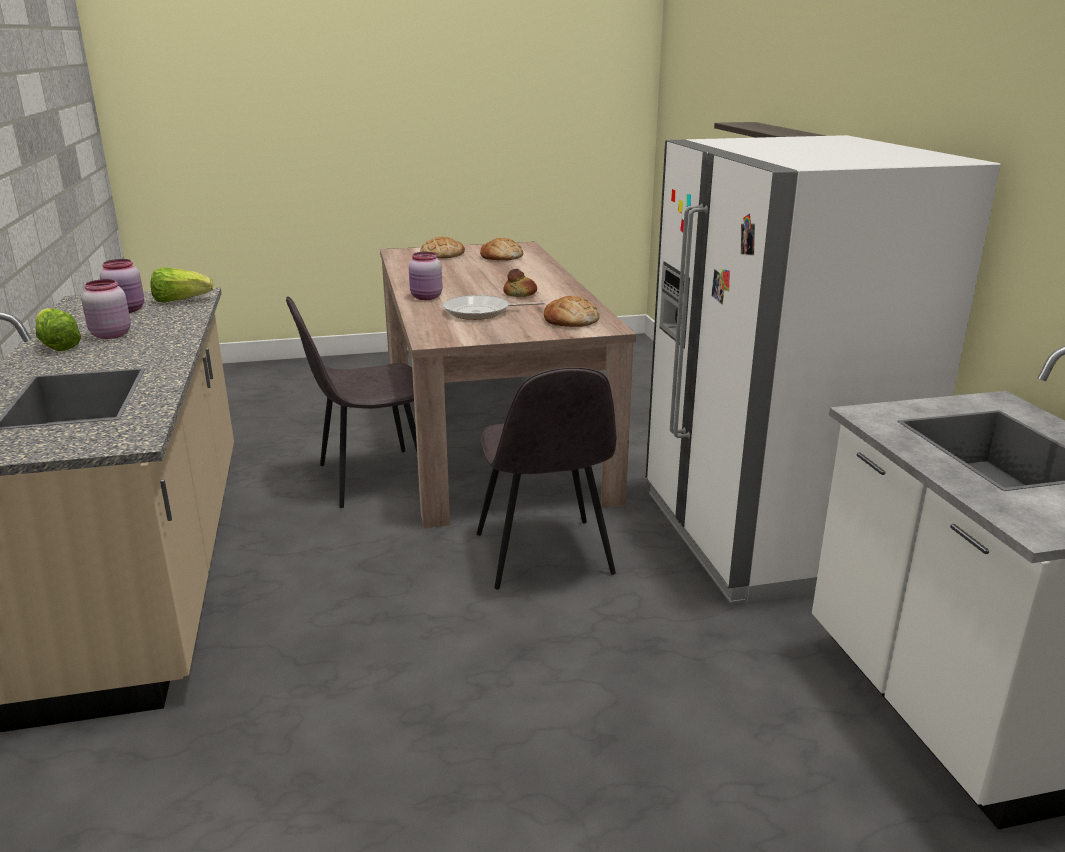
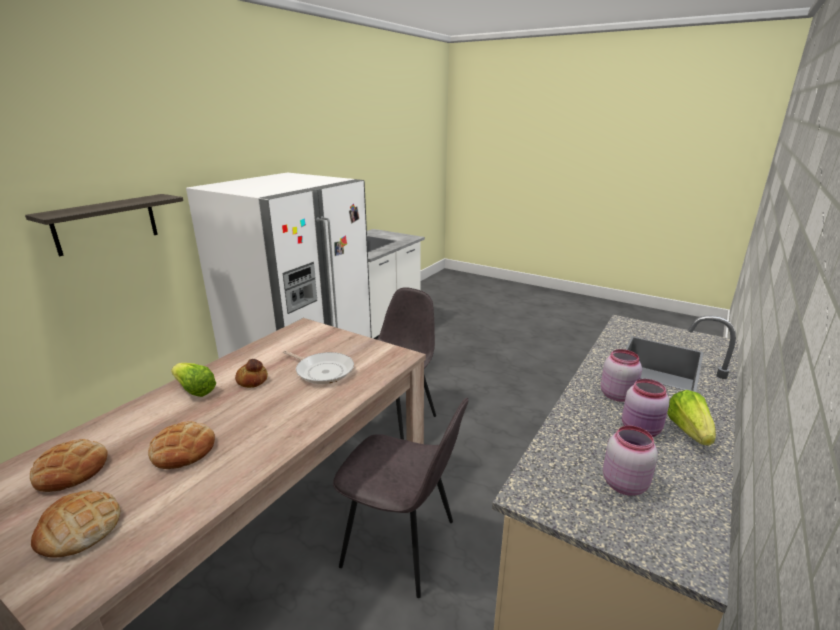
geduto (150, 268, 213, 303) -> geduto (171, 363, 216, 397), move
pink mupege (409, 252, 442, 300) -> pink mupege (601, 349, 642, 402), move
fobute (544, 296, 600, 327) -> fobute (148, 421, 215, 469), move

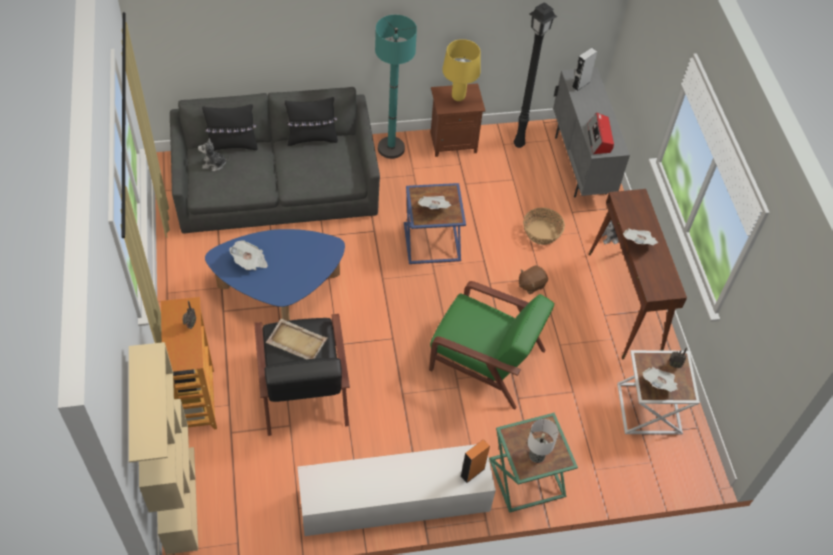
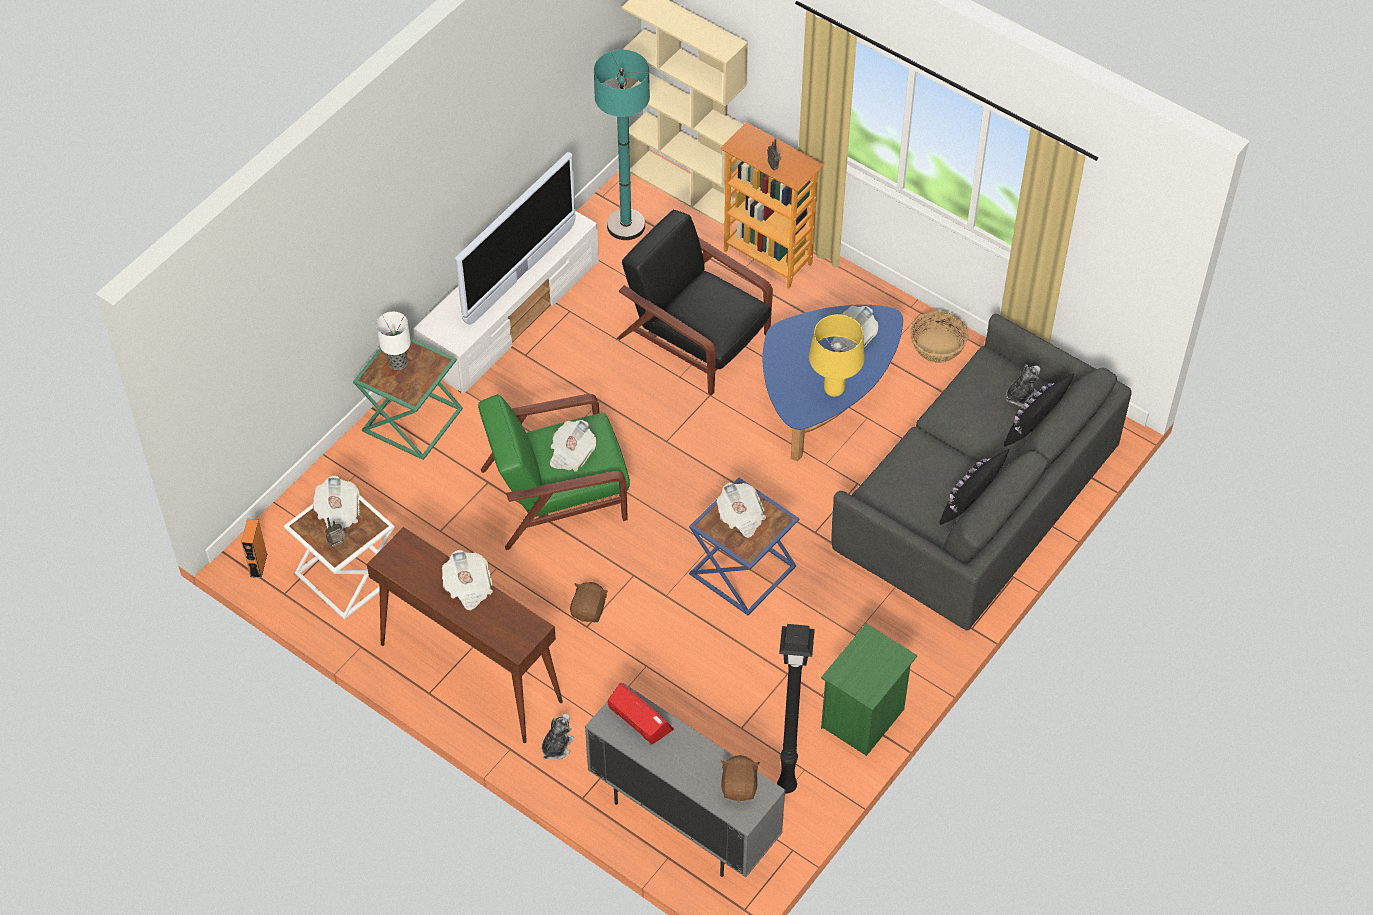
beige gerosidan (266, 319, 328, 359) -> none
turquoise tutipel (375, 15, 417, 159) -> turquoise tutipel (594, 49, 650, 240), move
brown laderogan (431, 83, 485, 157) -> green laderogan (821, 624, 917, 756)
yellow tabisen (442, 39, 481, 101) -> yellow tabisen (809, 314, 865, 397), move
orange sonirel (461, 439, 490, 483) -> orange sonirel (241, 519, 268, 578), move
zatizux (523, 208, 565, 245) -> zatizux (910, 311, 968, 363), move
grey sonirel (572, 48, 597, 91) -> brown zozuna (721, 755, 760, 802)
none -> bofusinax (455, 152, 576, 325)
none -> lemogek (550, 420, 596, 472)

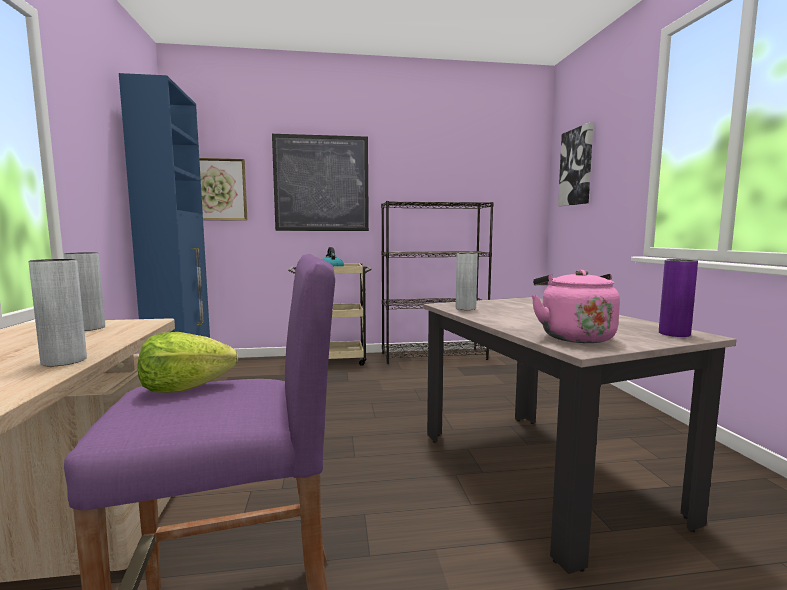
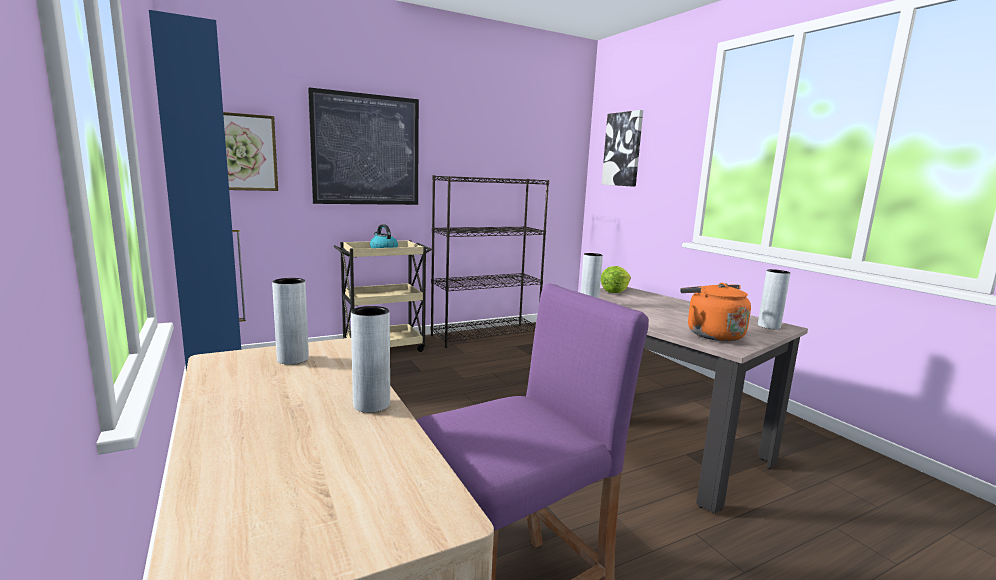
geduto (138, 332, 238, 393) -> geduto (601, 266, 631, 293), move
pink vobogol (531, 270, 620, 343) -> orange vobogol (680, 283, 751, 341)
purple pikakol (659, 259, 698, 337) -> grey pikakol (758, 269, 790, 329)

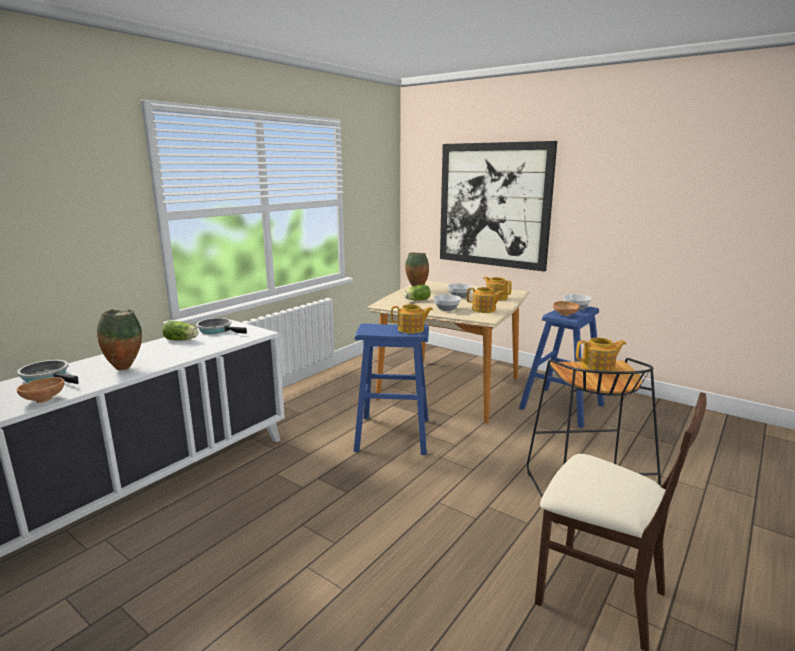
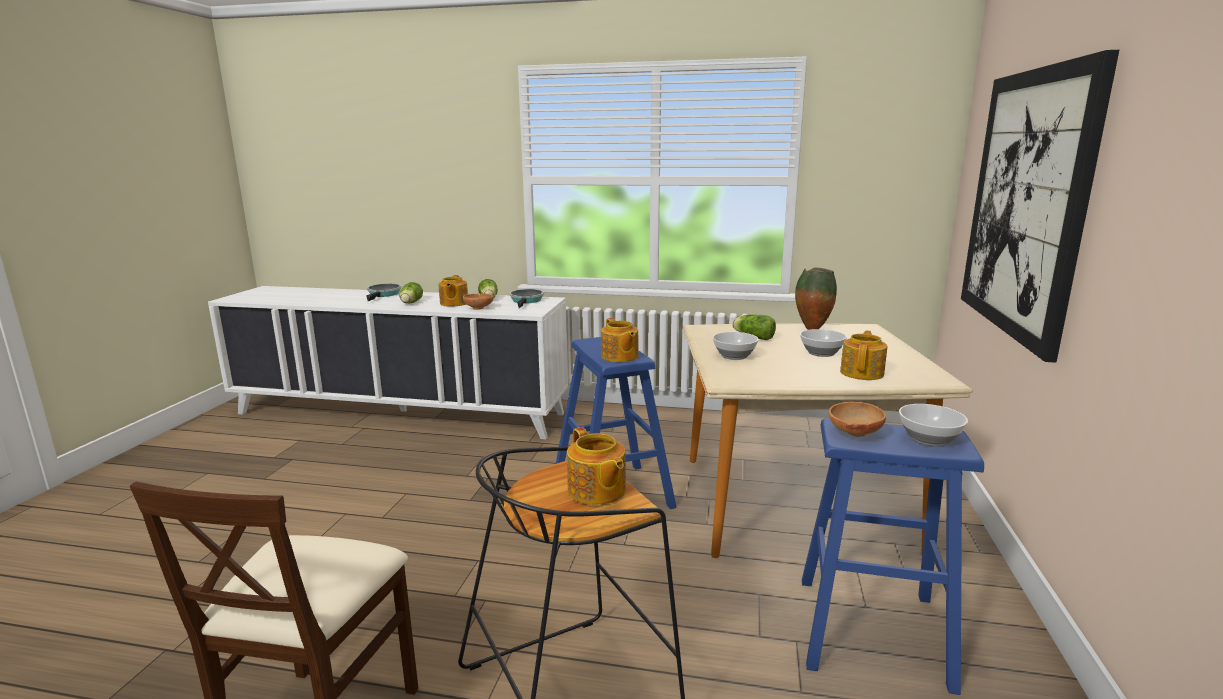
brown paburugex (17, 377, 64, 403) -> brown paburugex (463, 294, 494, 310), move
pikakol (97, 309, 142, 370) -> geduto (399, 282, 423, 304)
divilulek (467, 287, 505, 313) -> divilulek (438, 275, 468, 307), move

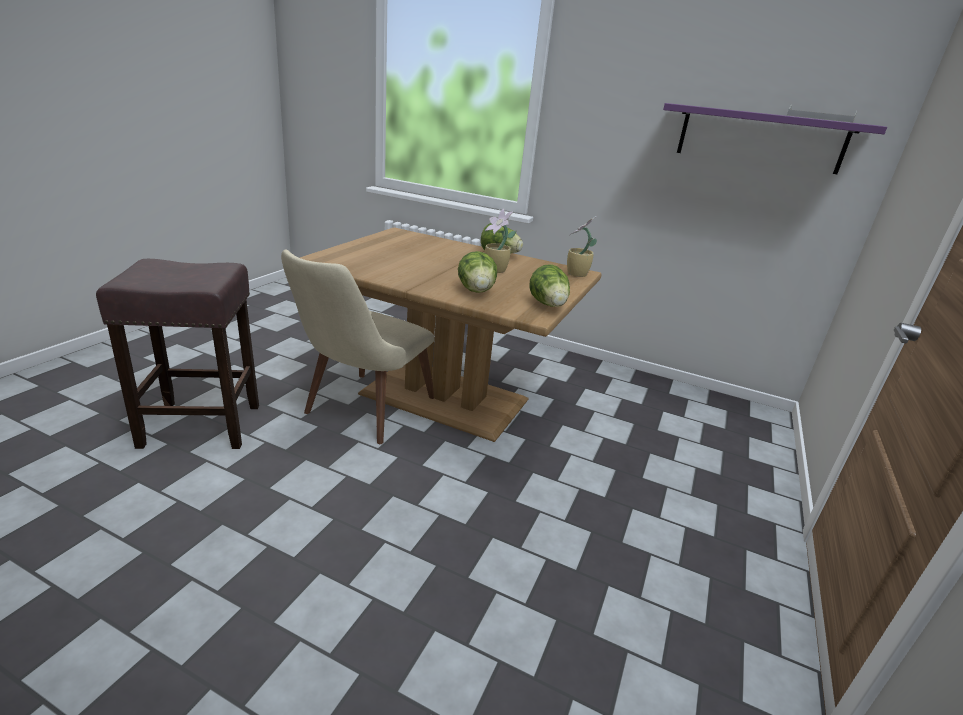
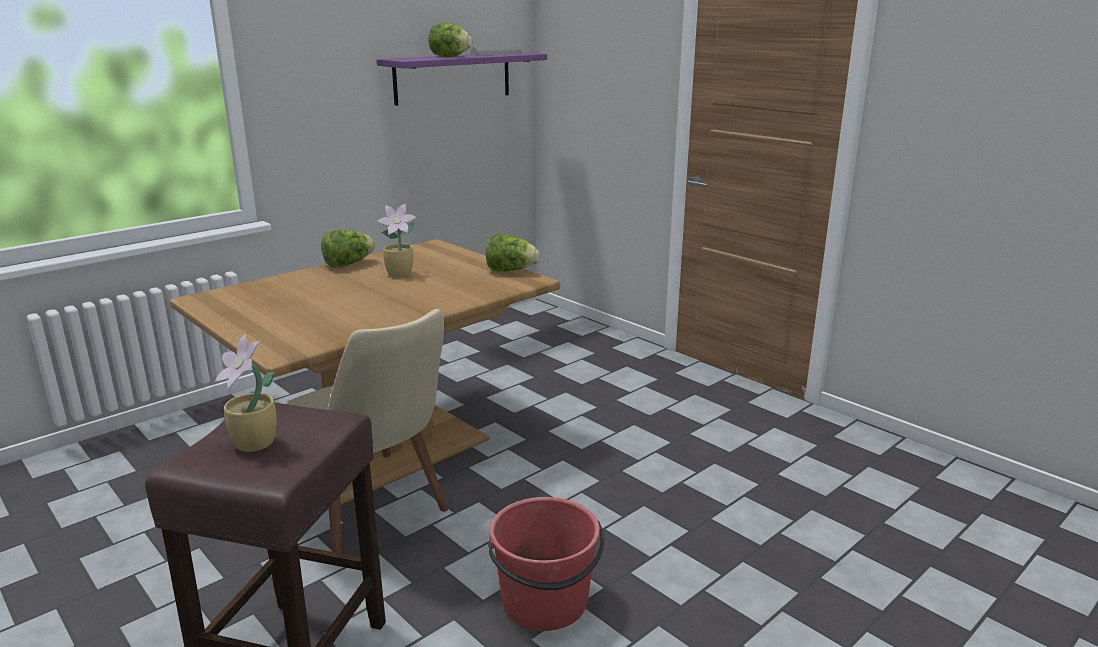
geduto (458, 251, 497, 293) -> geduto (428, 23, 472, 57), move
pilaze (567, 216, 597, 277) -> pilaze (215, 334, 276, 452), move
none -> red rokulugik (488, 497, 605, 631)

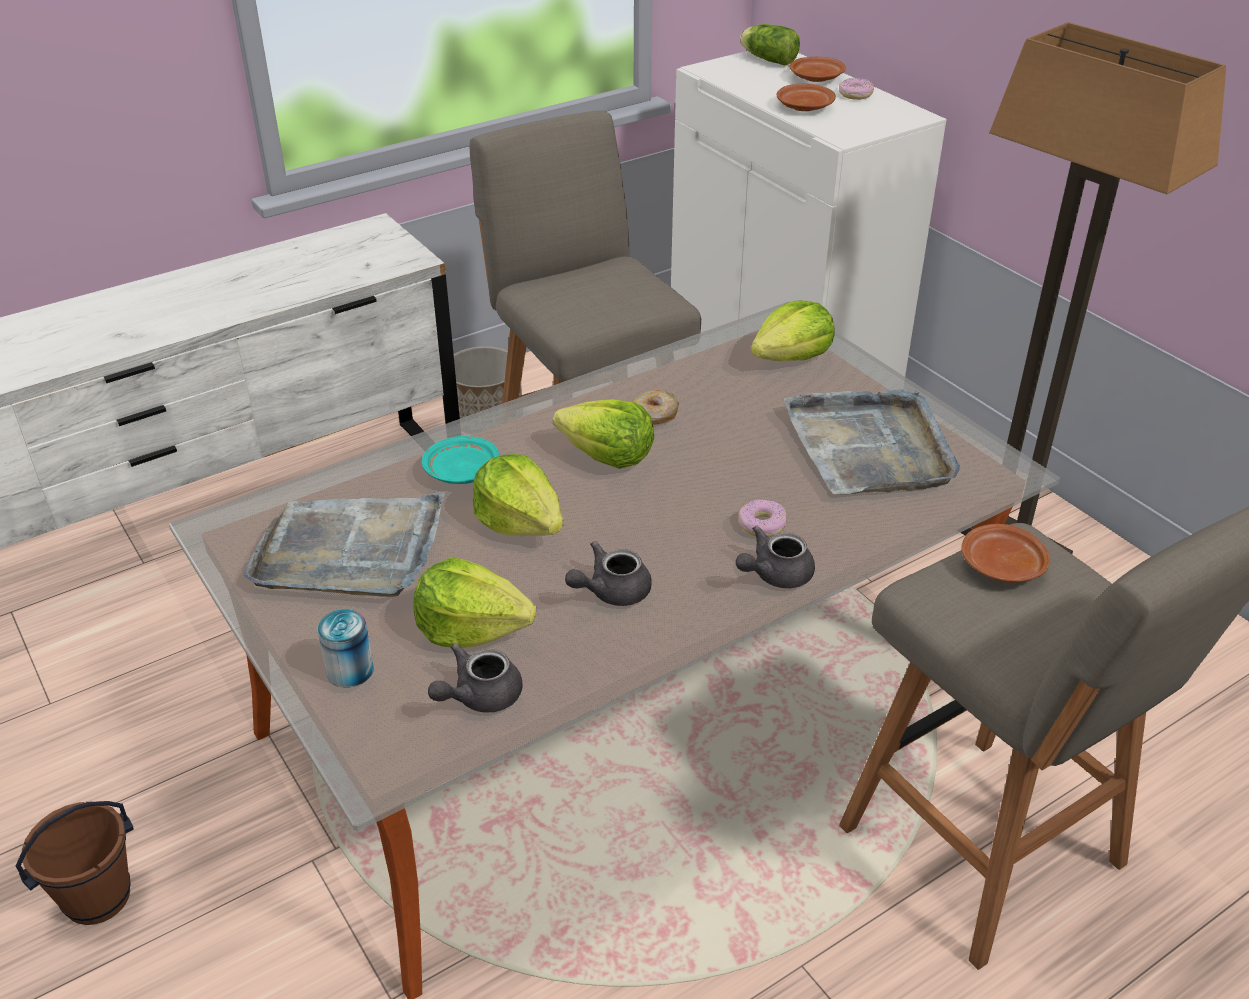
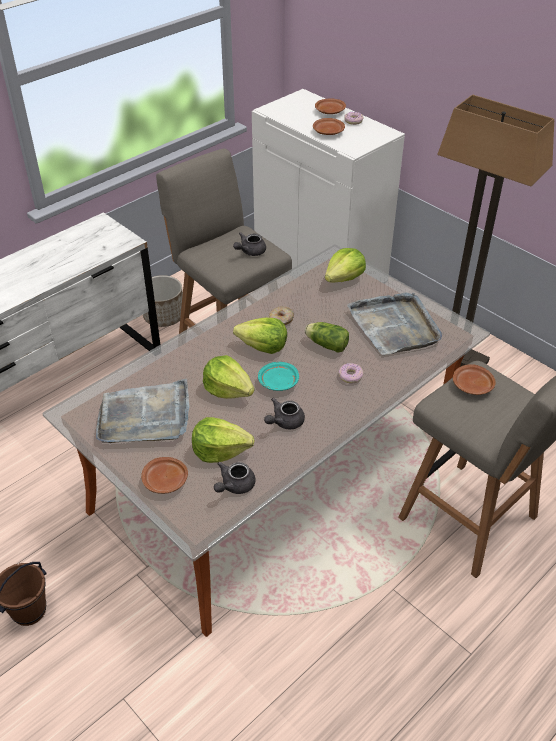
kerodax (317, 609, 374, 687) -> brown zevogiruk (141, 457, 188, 494)
turquoise zevogiruk (422, 436, 499, 484) -> turquoise zevogiruk (258, 362, 299, 391), move
grey divilulek (736, 526, 815, 588) -> grey divilulek (233, 232, 266, 256), move
geduto (740, 24, 800, 65) -> geduto (305, 322, 349, 353), move

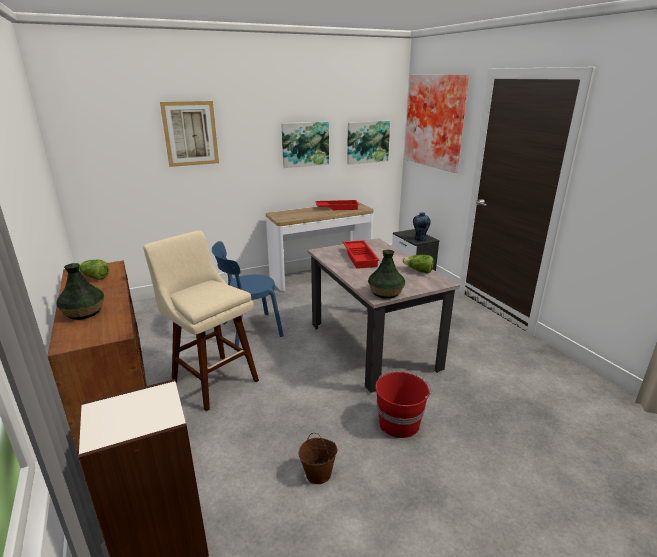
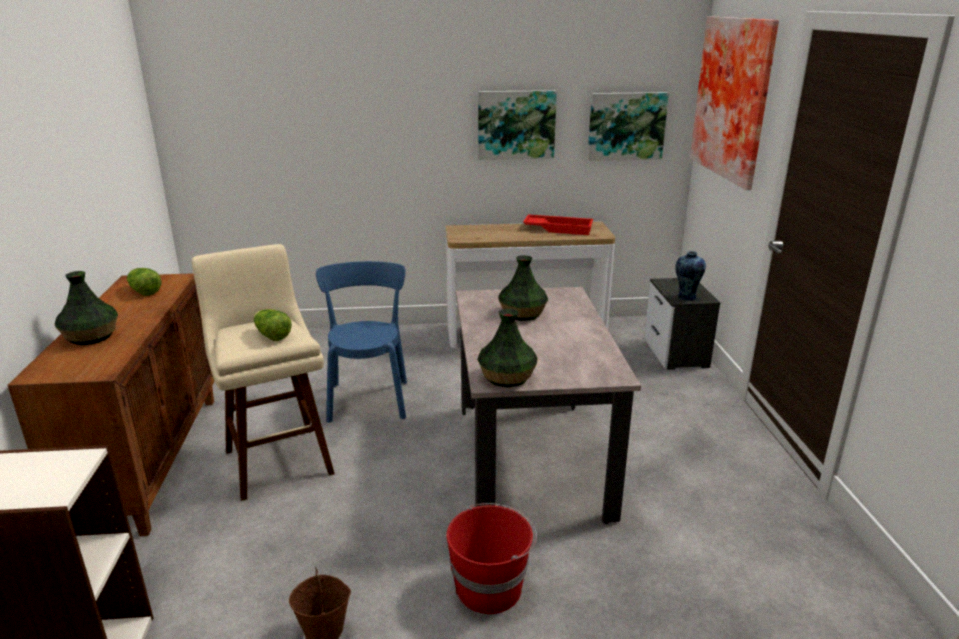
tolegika (160, 101, 219, 167) -> none
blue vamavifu (212, 241, 284, 347) -> blue vamavifu (316, 261, 407, 423), 90 degrees clockwise
red gerosidan (343, 240, 379, 269) -> pikakol (498, 255, 548, 321)
geduto (403, 255, 434, 273) -> geduto (254, 309, 292, 341), move

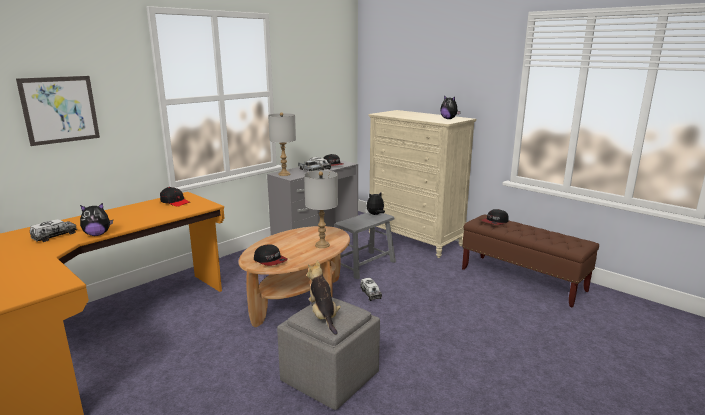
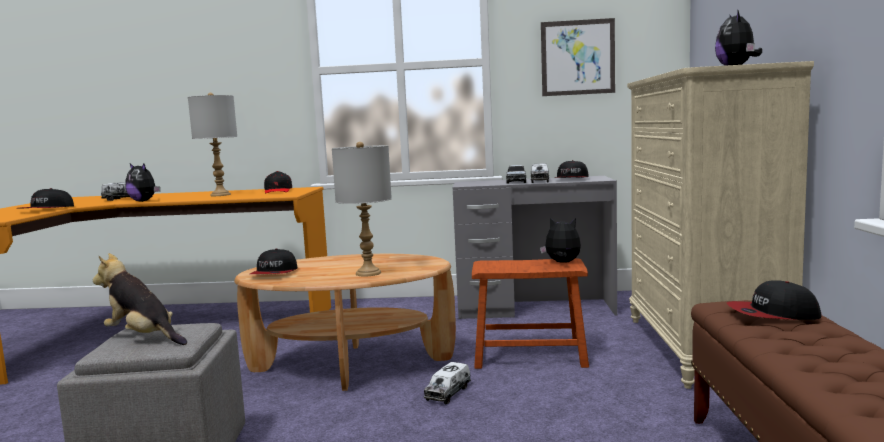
tolegika (16, 76, 100, 146) -> tolegika (541, 18, 615, 96), move
grey tabisen (268, 112, 296, 176) -> grey tabisen (188, 93, 237, 196), move
zozuna (307, 261, 341, 335) -> zozuna (93, 253, 187, 345), 90 degrees counterclockwise
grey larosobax (334, 212, 396, 279) -> brown larosobax (472, 258, 589, 369)
none -> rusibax (18, 188, 74, 209)

